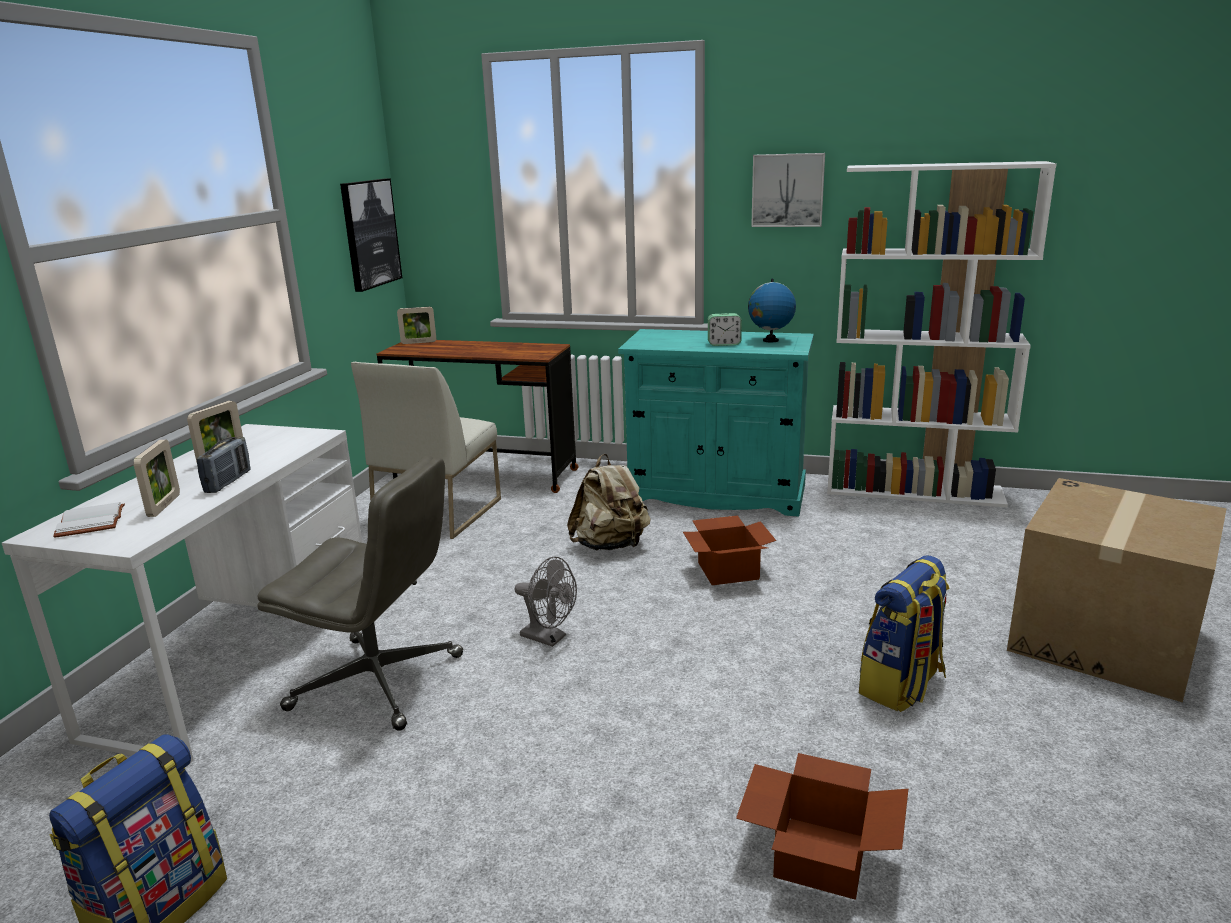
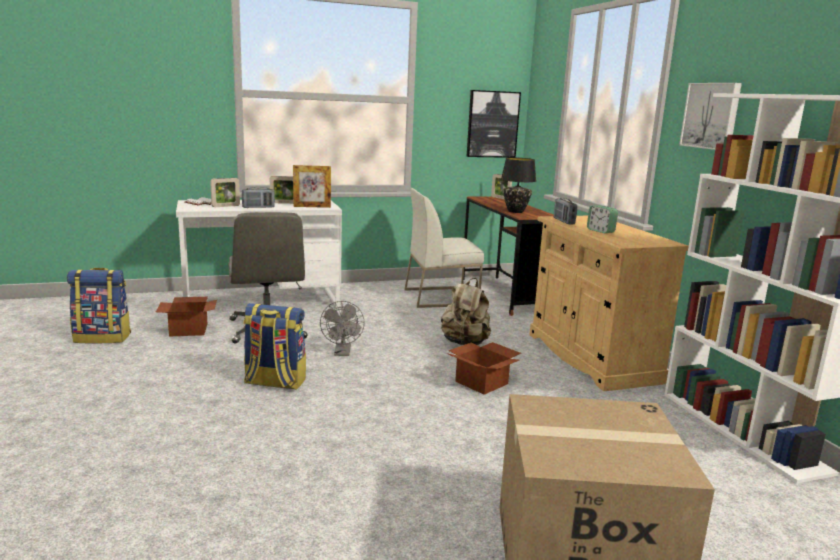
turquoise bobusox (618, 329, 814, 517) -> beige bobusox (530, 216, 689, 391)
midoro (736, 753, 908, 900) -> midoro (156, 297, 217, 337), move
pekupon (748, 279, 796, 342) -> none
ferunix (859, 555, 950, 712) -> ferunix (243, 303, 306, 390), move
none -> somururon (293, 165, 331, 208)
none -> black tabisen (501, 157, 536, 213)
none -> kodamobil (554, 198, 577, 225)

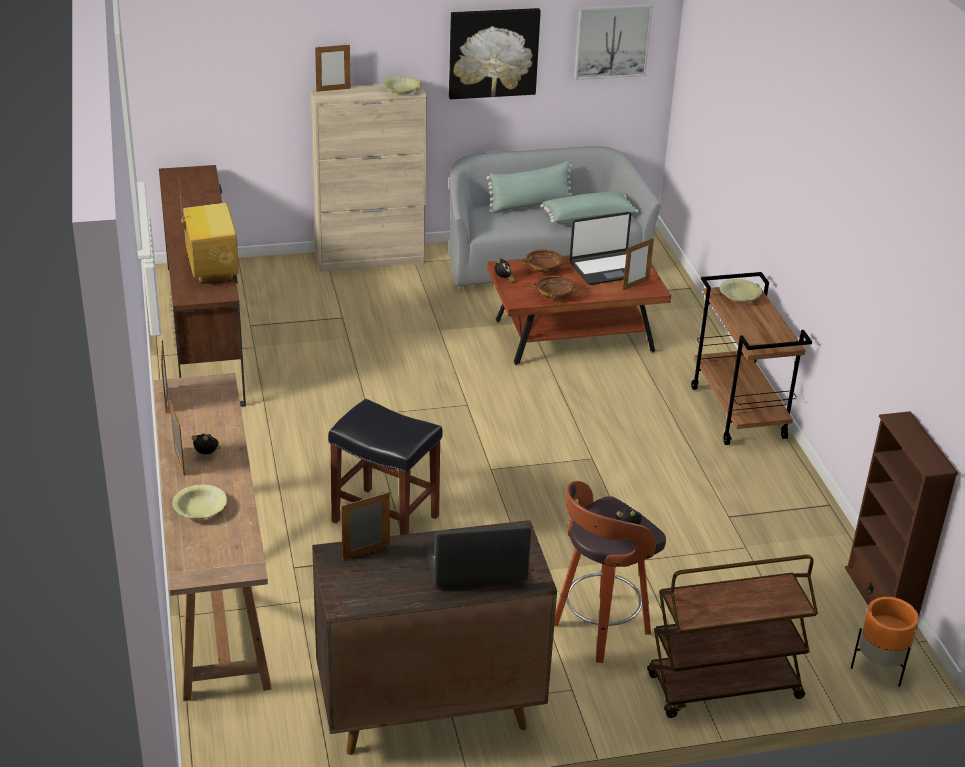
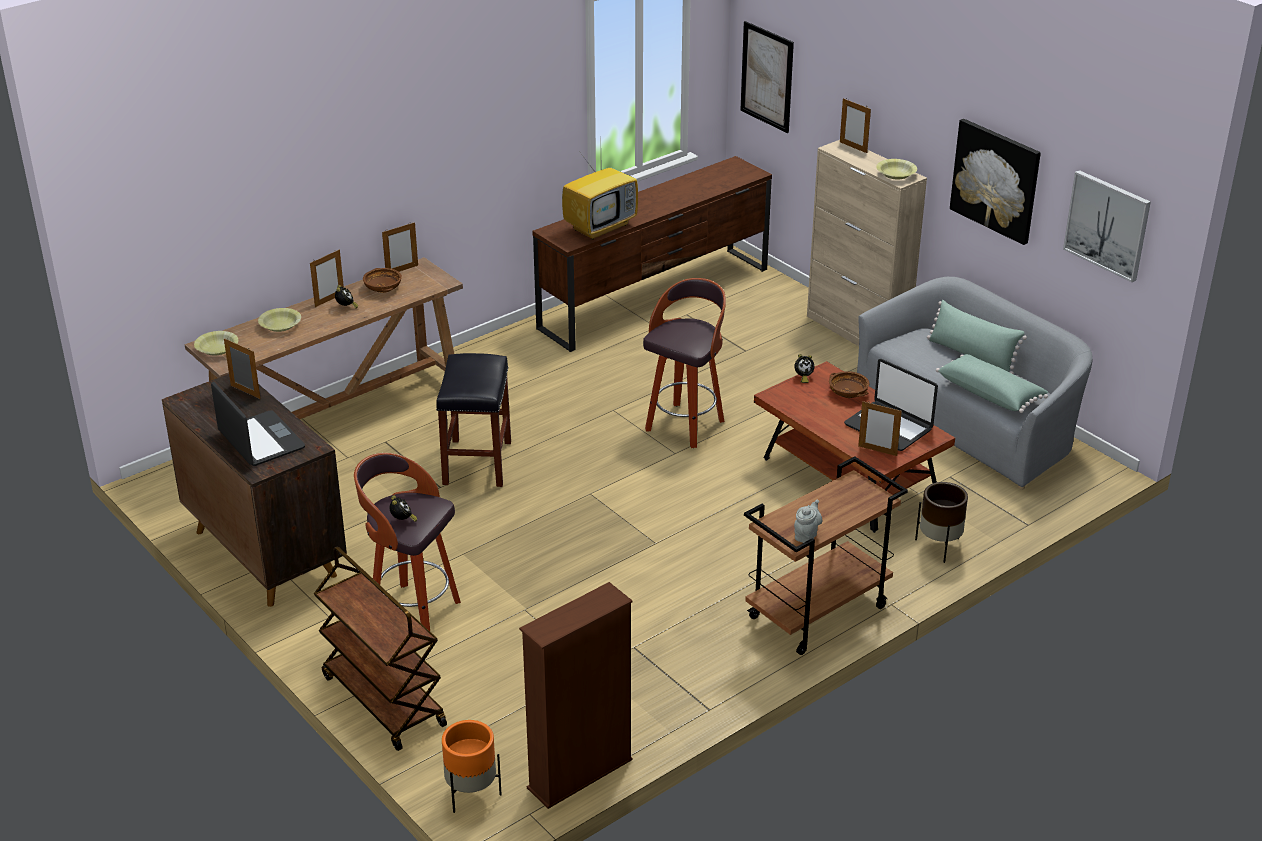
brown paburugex (532, 275, 579, 300) -> brown paburugex (363, 268, 402, 293), move
yellow paburugex (720, 279, 762, 303) -> yellow paburugex (194, 331, 238, 356), move
none -> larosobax (643, 278, 726, 448)
none -> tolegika (740, 21, 794, 133)
none -> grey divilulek (794, 500, 822, 543)
none -> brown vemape (915, 482, 968, 563)

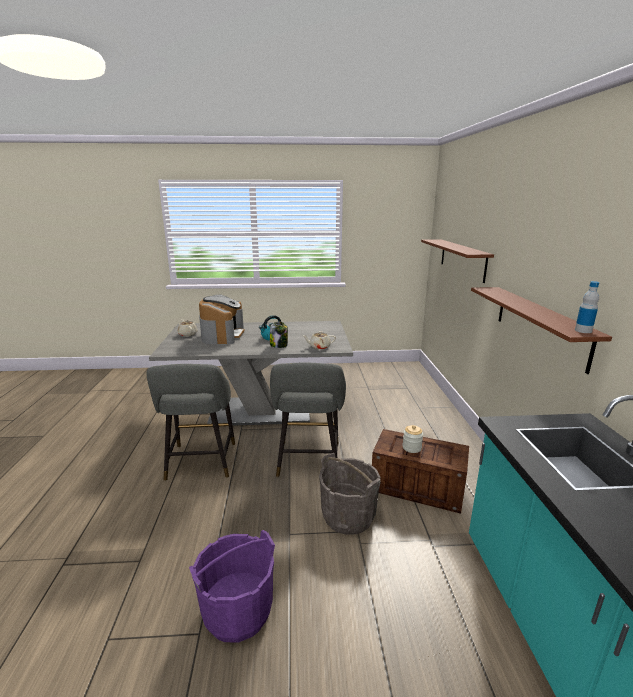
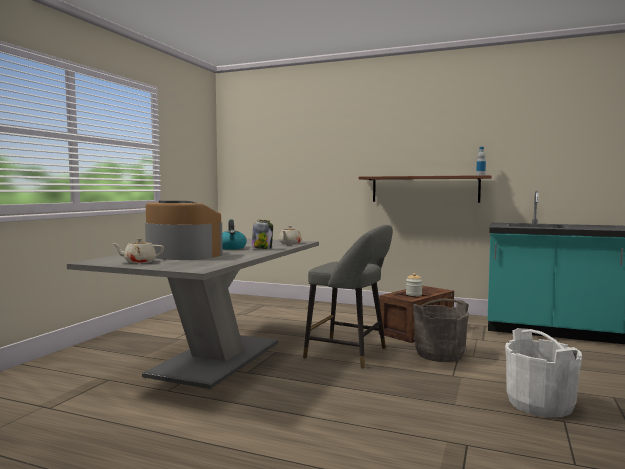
grey larosobax (147, 364, 235, 481) -> none
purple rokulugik (189, 530, 275, 642) -> white rokulugik (505, 328, 582, 418)
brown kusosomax (421, 239, 494, 283) -> none

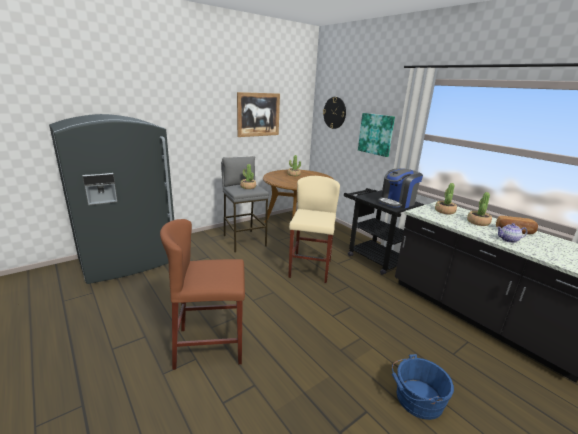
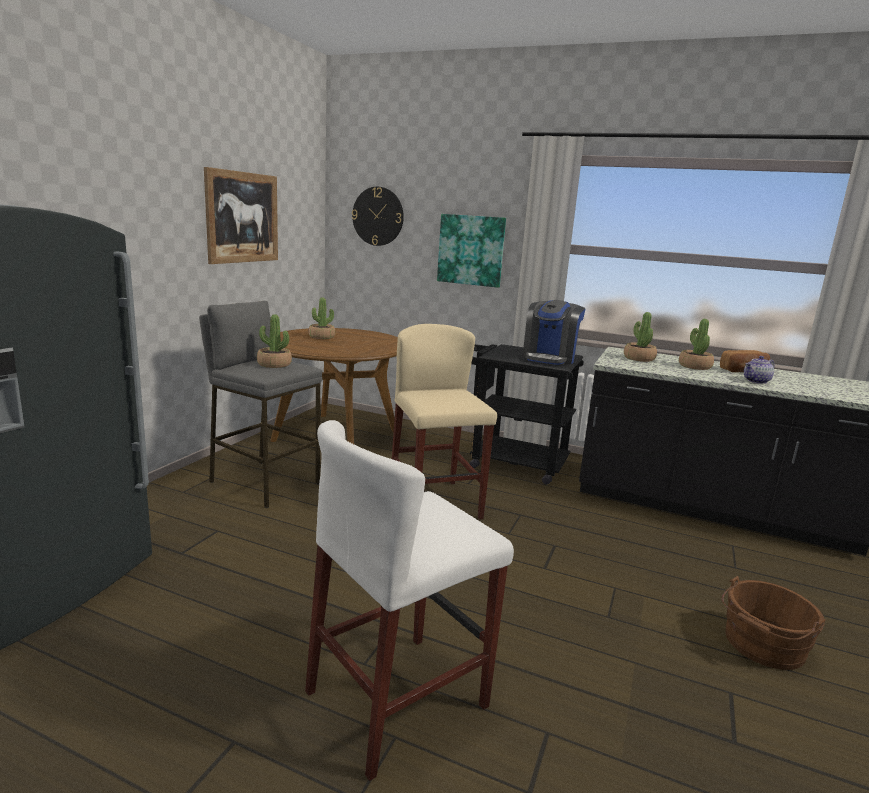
brown larosobax (160, 219, 245, 370) -> white larosobax (305, 420, 514, 781)
blue rokulugik (392, 354, 454, 420) -> brown rokulugik (722, 576, 826, 670)

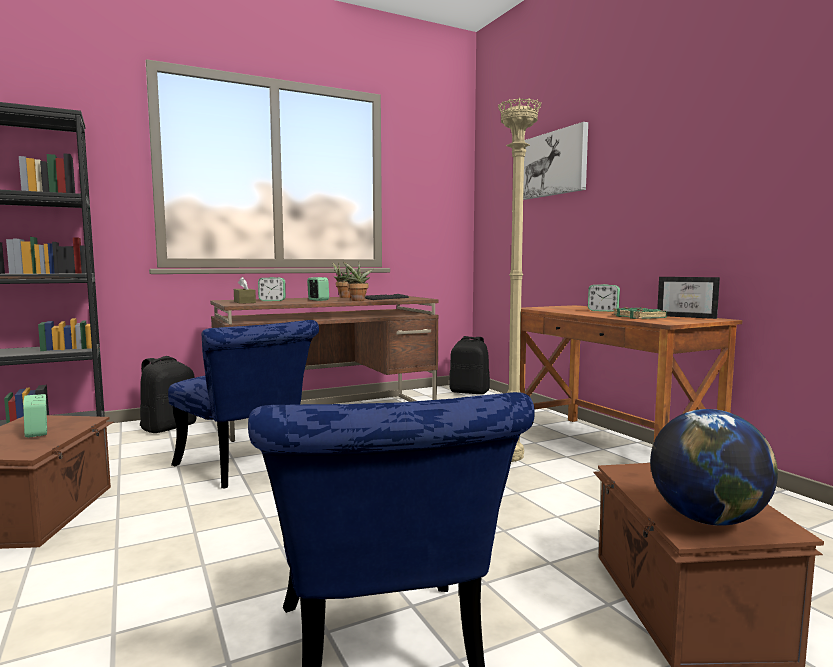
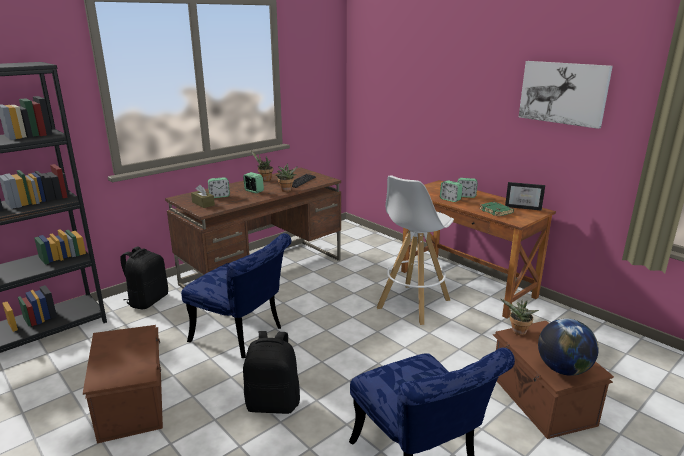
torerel (23, 394, 47, 438) -> torerel (440, 180, 463, 202), move
black ferunix (449, 336, 490, 394) -> black ferunix (243, 331, 300, 414), move
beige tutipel (498, 98, 542, 462) -> white larosobax (377, 175, 454, 325)
tolegika (523, 122, 588, 200) -> tolegika (519, 61, 613, 129), move
none -> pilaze (501, 299, 539, 335)

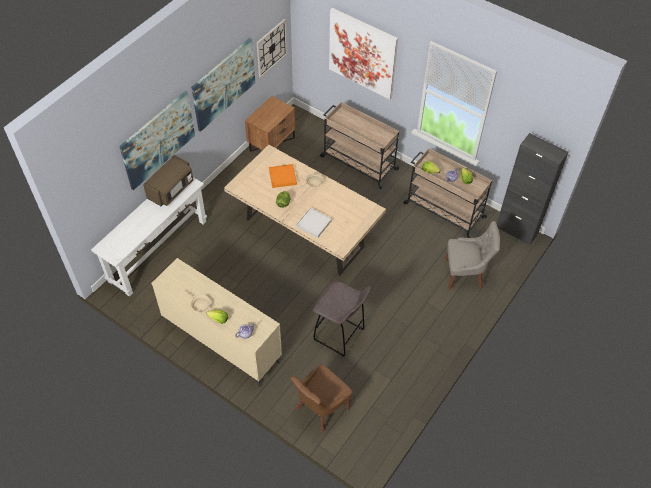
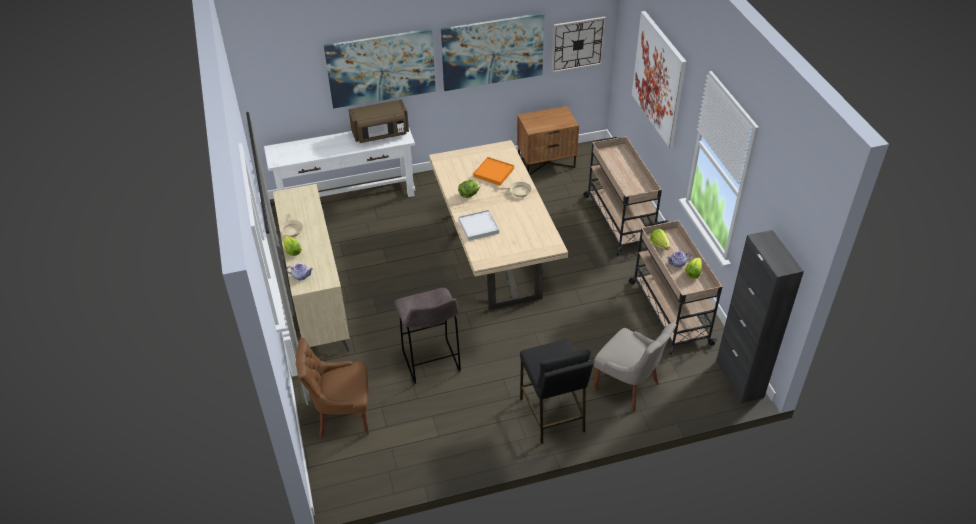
none -> black larosobax (520, 339, 593, 444)

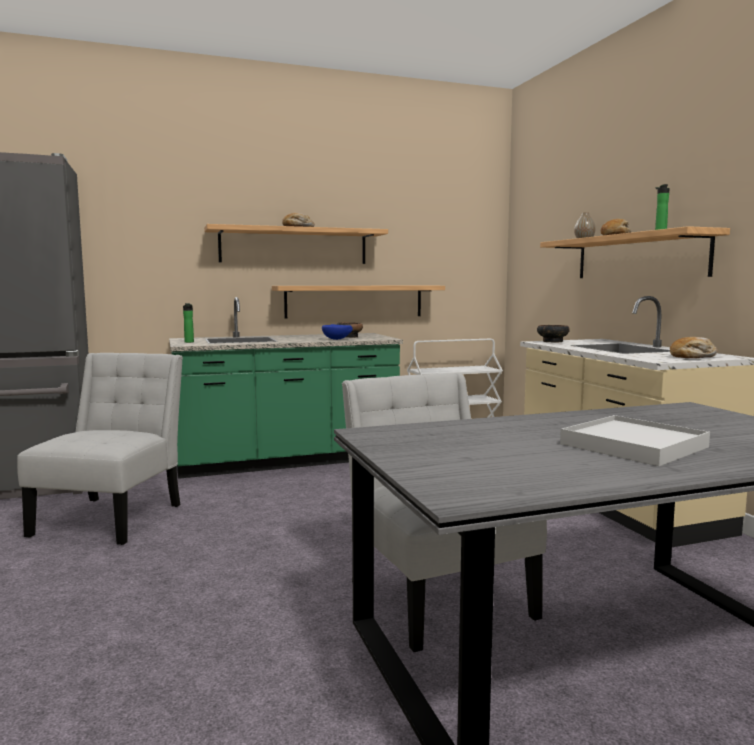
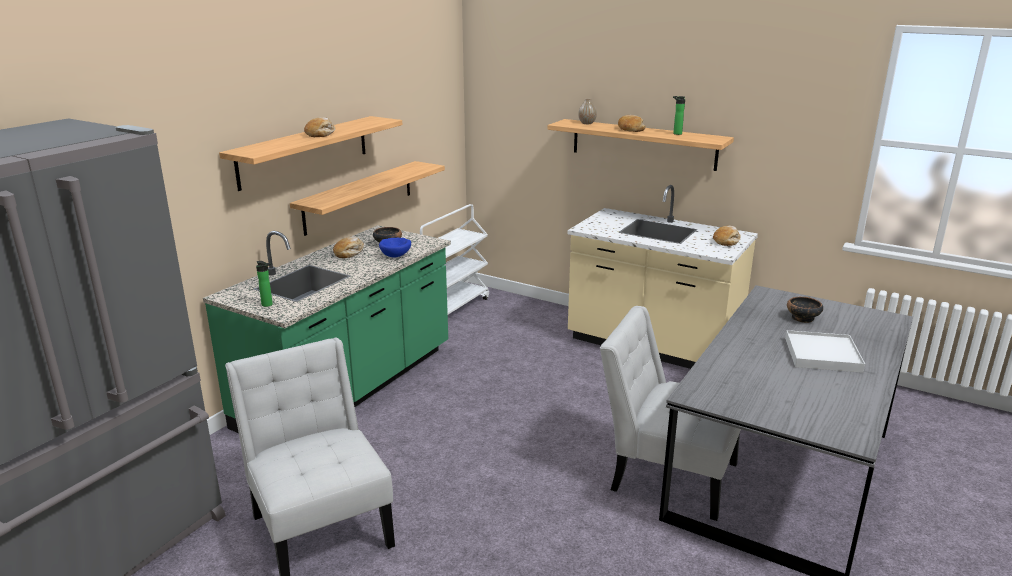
paburugex (537, 325, 570, 343) -> paburugex (787, 297, 823, 323), move
none -> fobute (333, 237, 364, 258)

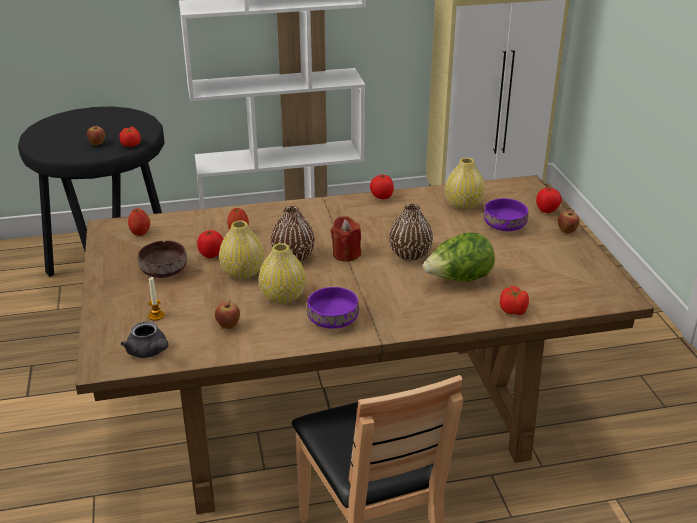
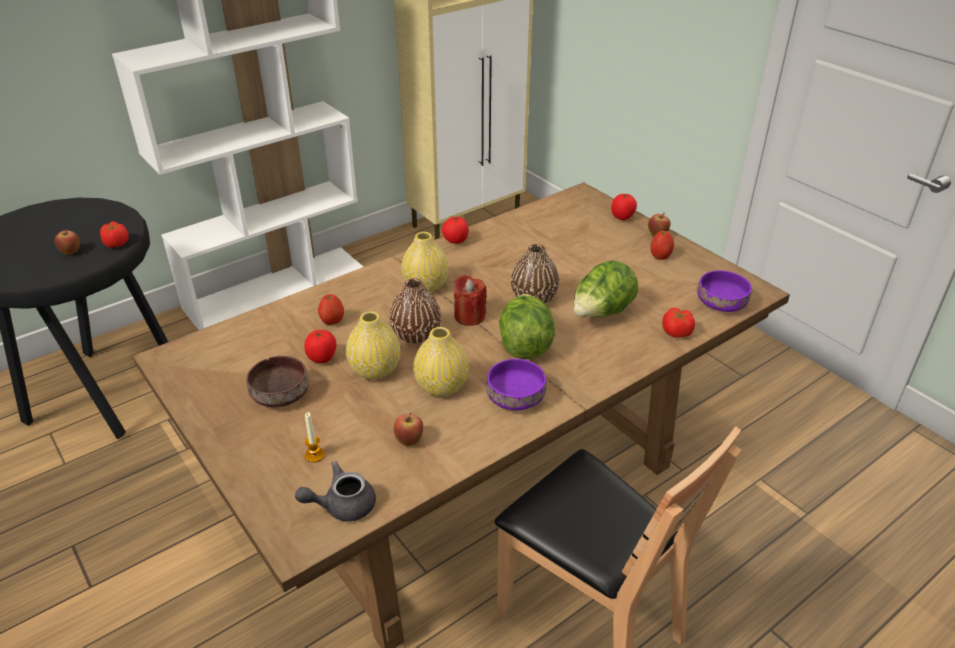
grey divilulek (121, 322, 168, 358) -> grey divilulek (295, 461, 376, 522), 135 degrees clockwise
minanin (128, 208, 150, 236) -> minanin (650, 231, 674, 260), move
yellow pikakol (445, 158, 485, 210) -> yellow pikakol (401, 232, 449, 292), move
purple paburugex (483, 198, 528, 231) -> purple paburugex (697, 270, 752, 312), move
none -> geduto (499, 294, 555, 360)

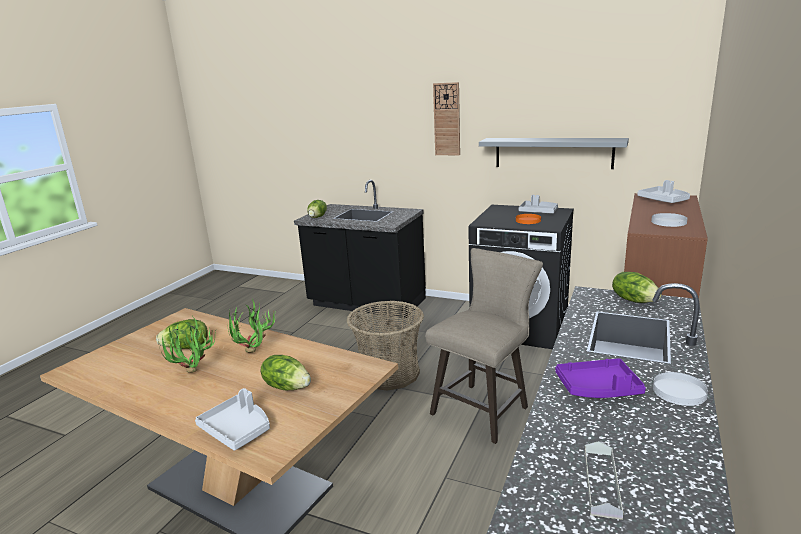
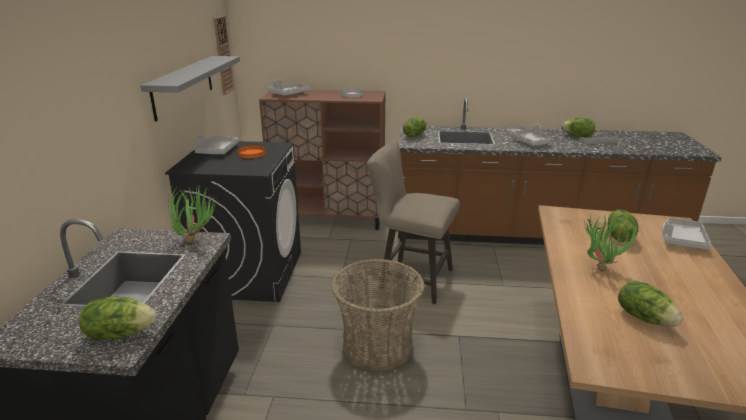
pilaze (159, 316, 216, 373) -> pilaze (168, 186, 217, 243), move
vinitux (433, 82, 460, 156) -> vinitux (214, 16, 234, 95), move
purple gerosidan (555, 358, 646, 398) -> grey gerosidan (511, 124, 551, 146)
none -> geduto (561, 118, 595, 137)

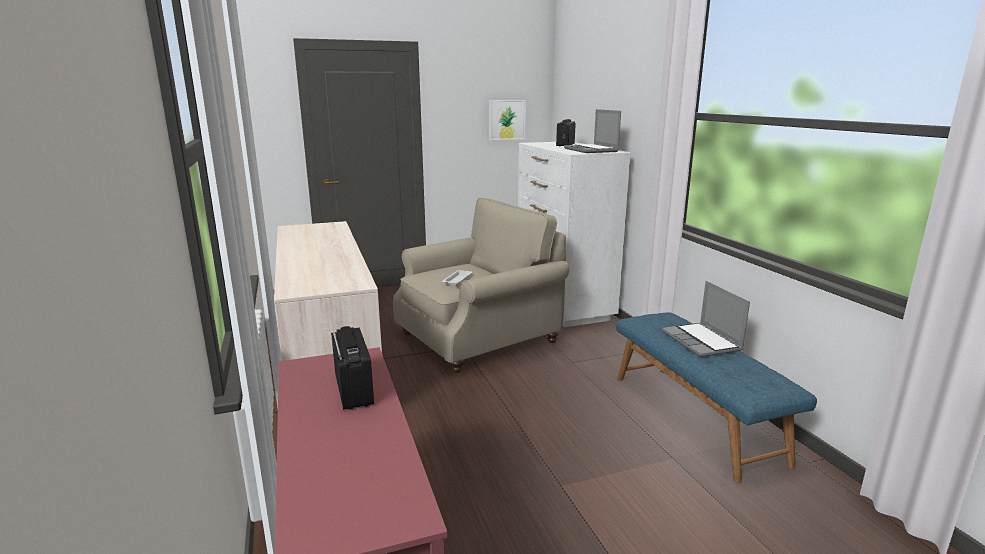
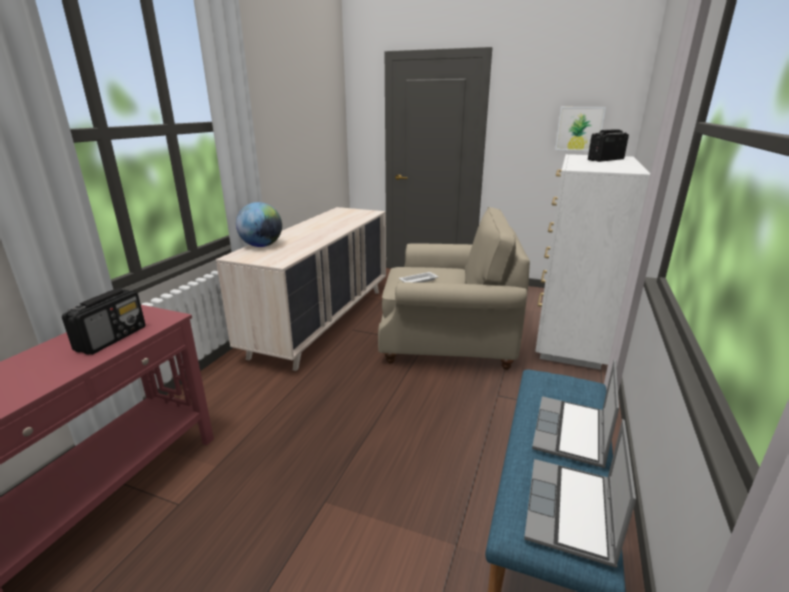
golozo (564, 109, 621, 153) -> golozo (524, 419, 636, 568), move
none -> pekupon (236, 202, 282, 247)

